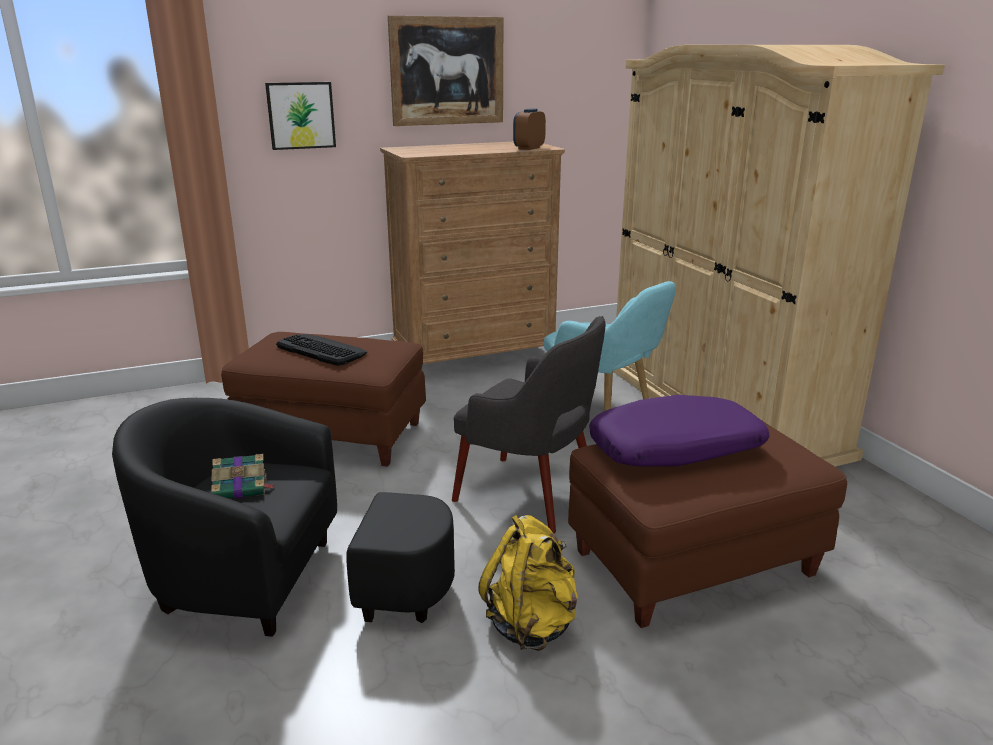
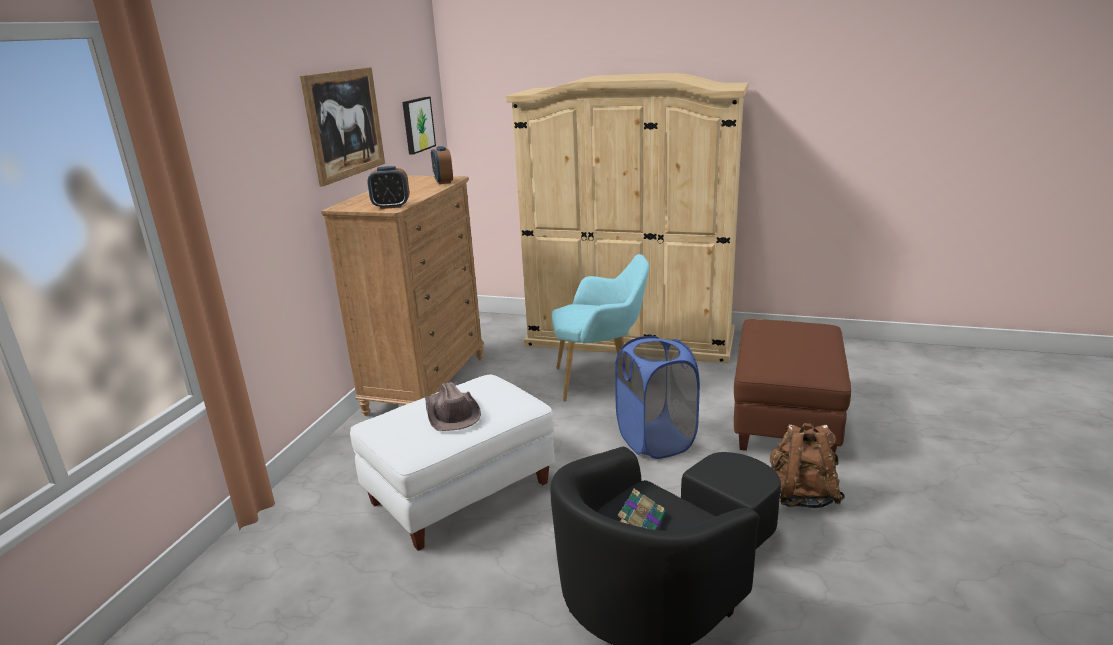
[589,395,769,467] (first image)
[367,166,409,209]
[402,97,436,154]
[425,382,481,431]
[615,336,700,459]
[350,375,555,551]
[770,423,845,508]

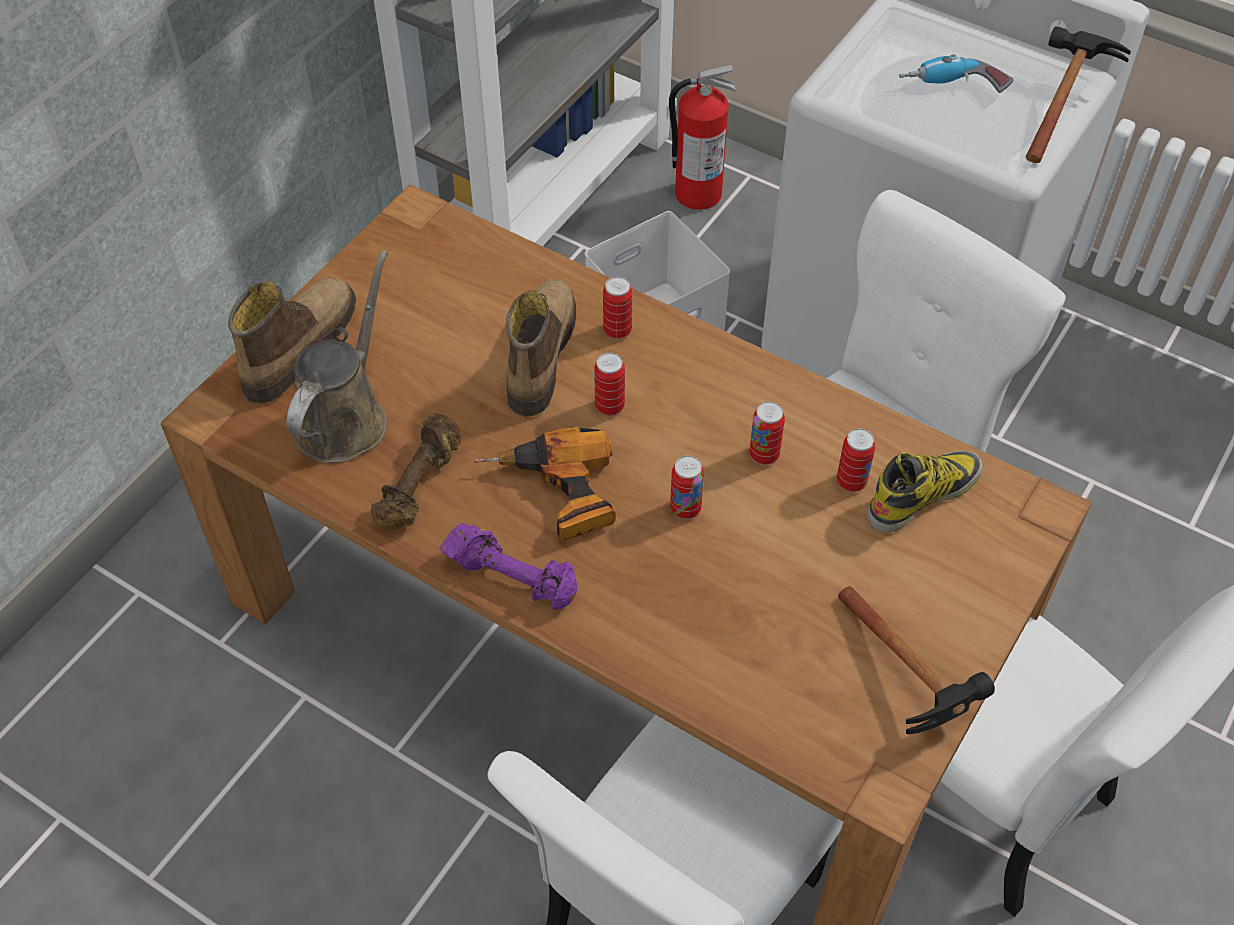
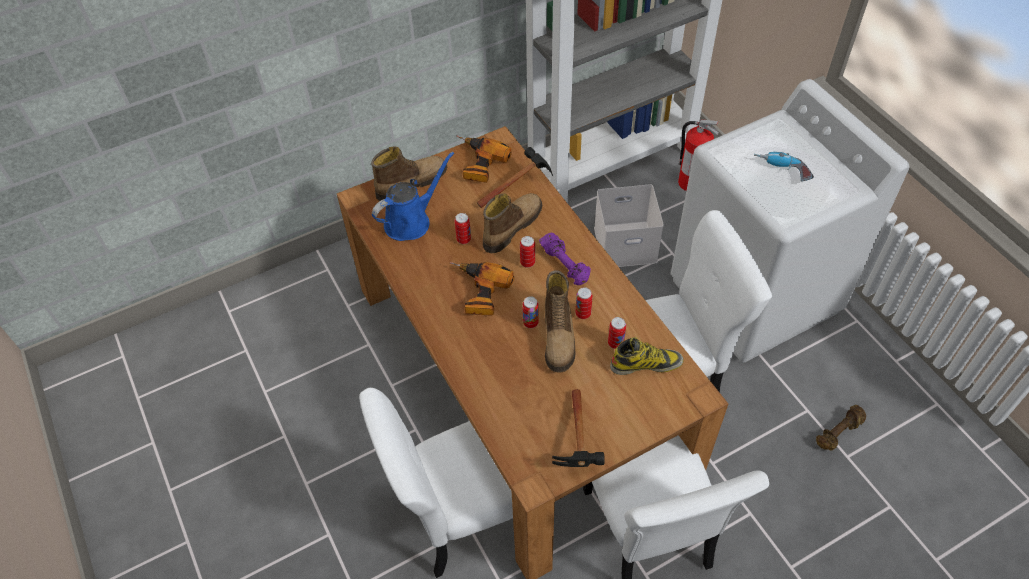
[457,136,511,183]
[545,270,575,373]
[816,405,866,451]
[539,233,591,285]
[455,213,471,244]
[477,147,553,208]
[372,151,454,241]

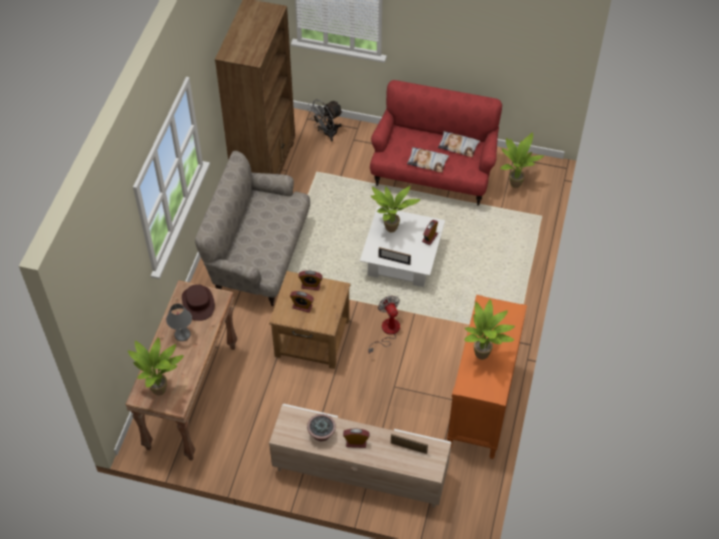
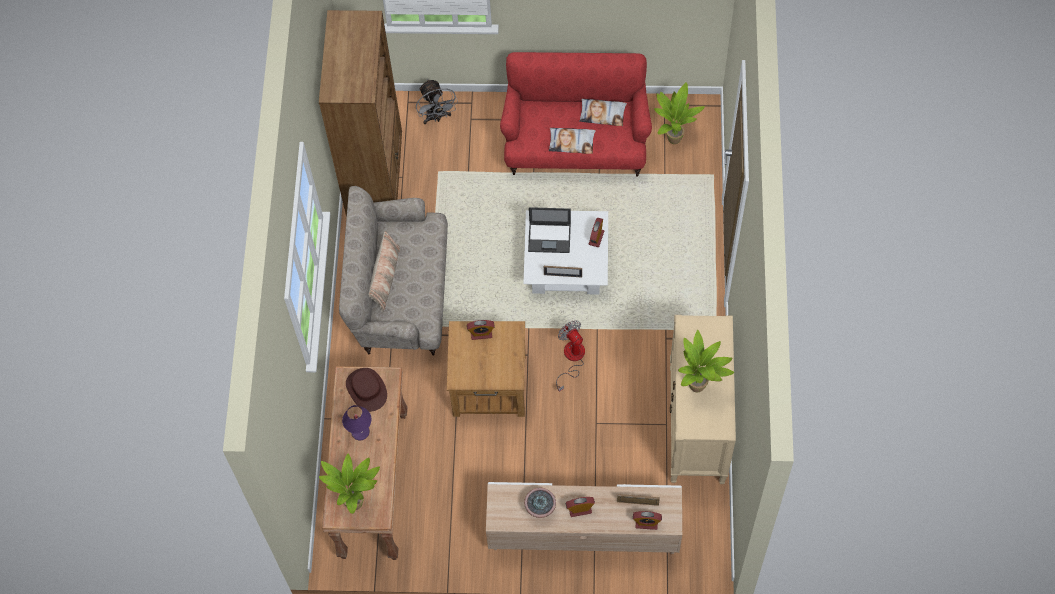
[368,231,400,312]
[633,511,662,530]
[528,207,571,253]
[342,405,372,440]
[670,315,736,484]
[416,79,458,124]

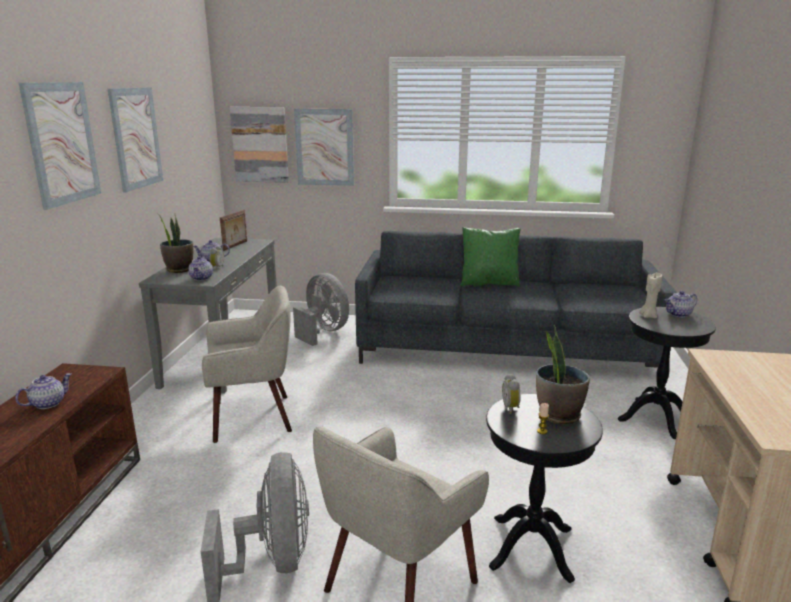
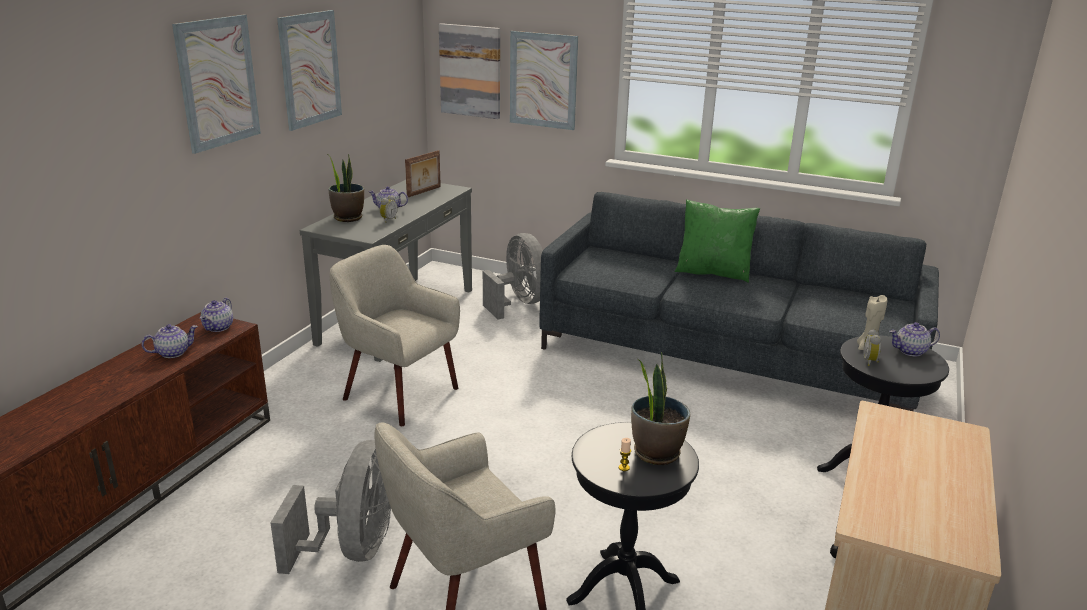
[200,298,233,332]
[863,329,881,366]
[330,245,460,426]

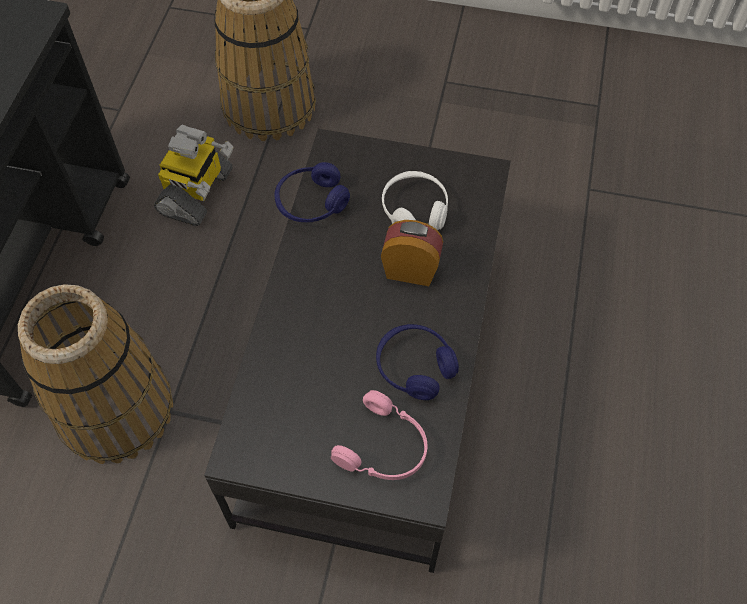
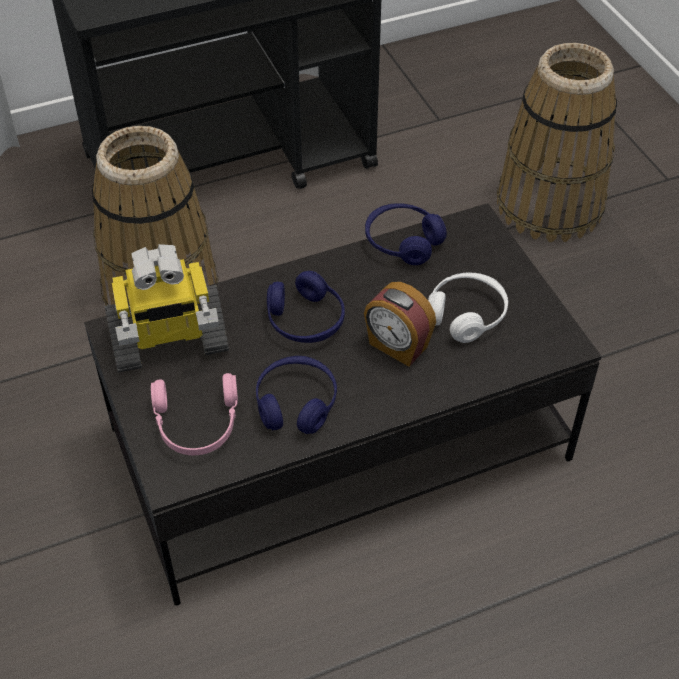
[267,271,345,343]
[105,244,229,372]
[364,282,436,366]

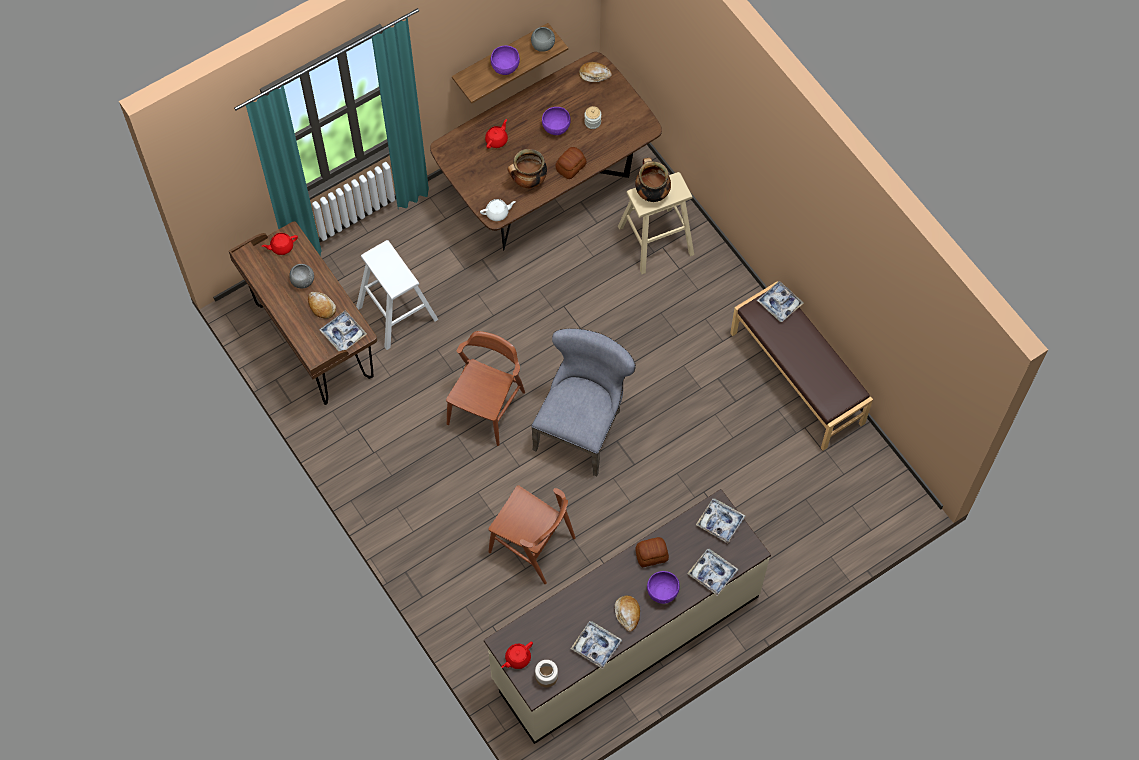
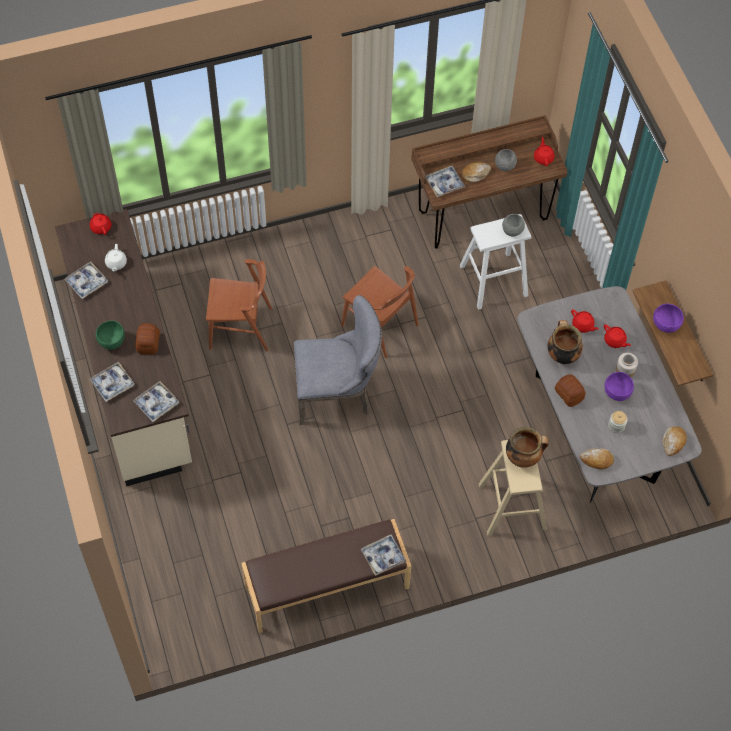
[571,309,599,333]
[105,244,127,272]
[502,214,525,237]
[616,353,638,377]
[579,448,614,470]
[517,286,702,503]
[96,320,125,350]
[206,259,272,351]
[294,295,382,425]

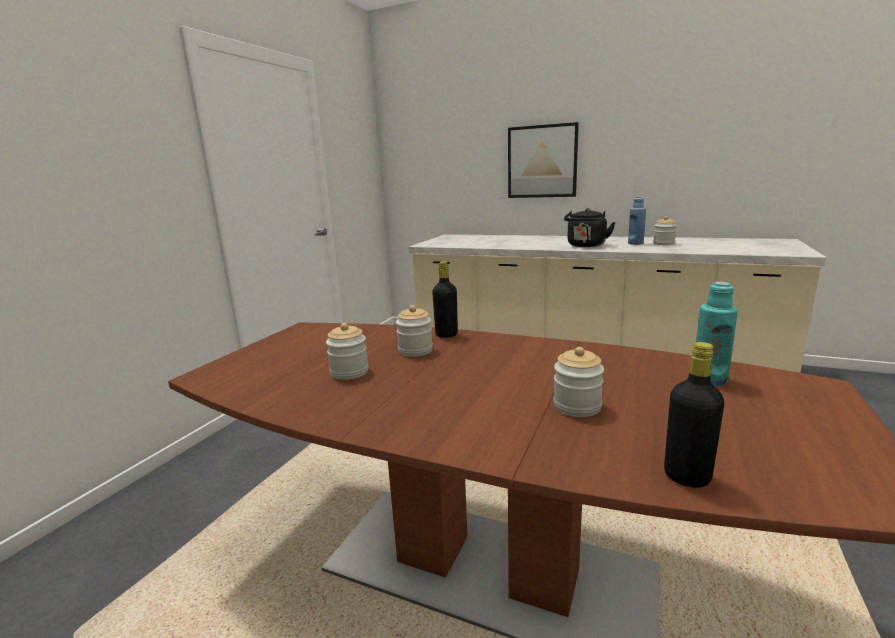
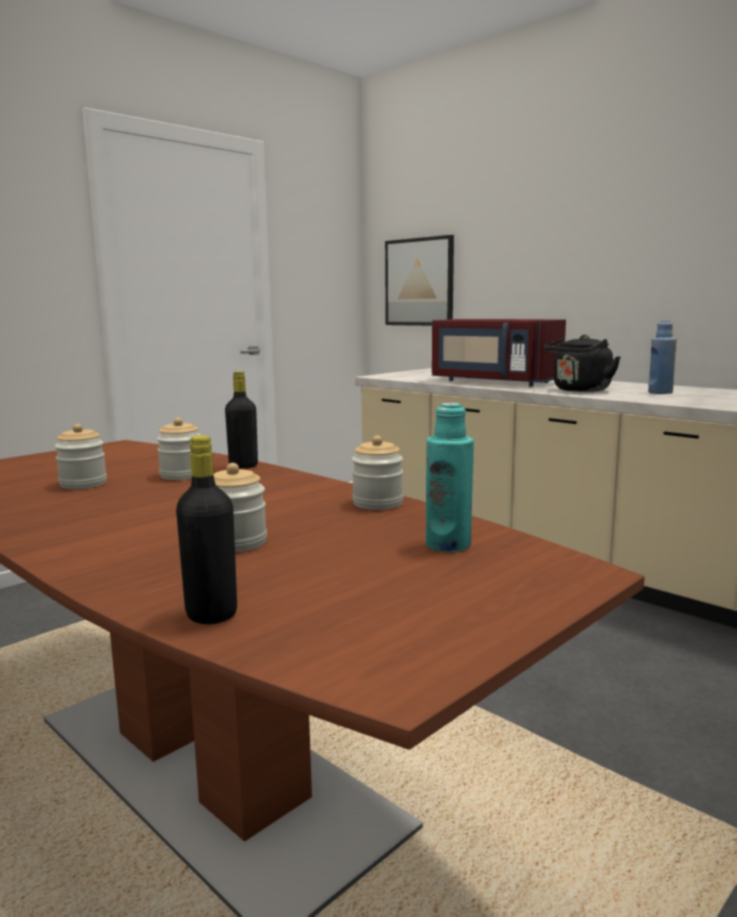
[432,319,566,386]
[385,235,454,326]
[352,436,403,510]

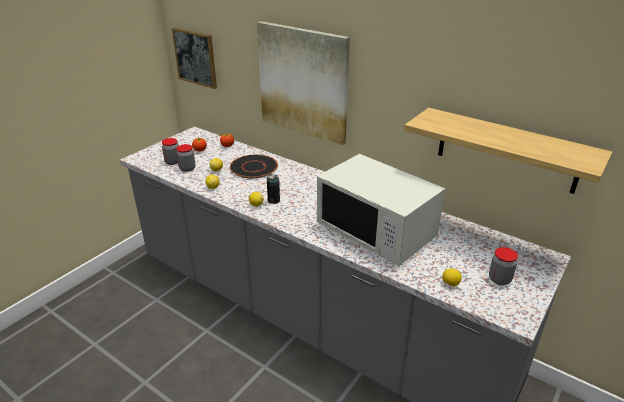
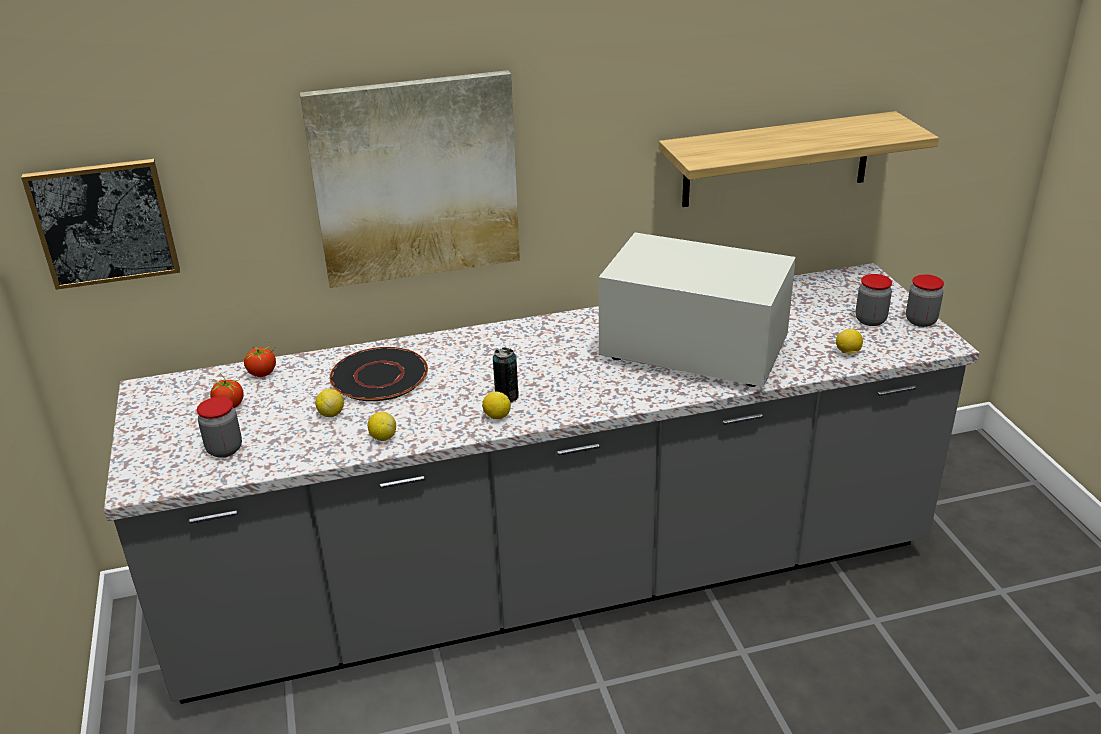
[906,274,944,327]
[599,232,796,387]

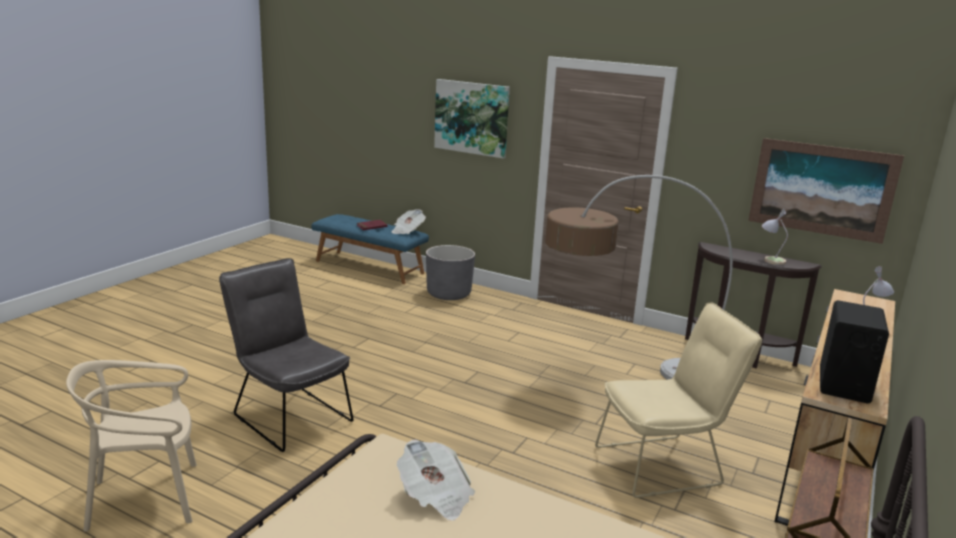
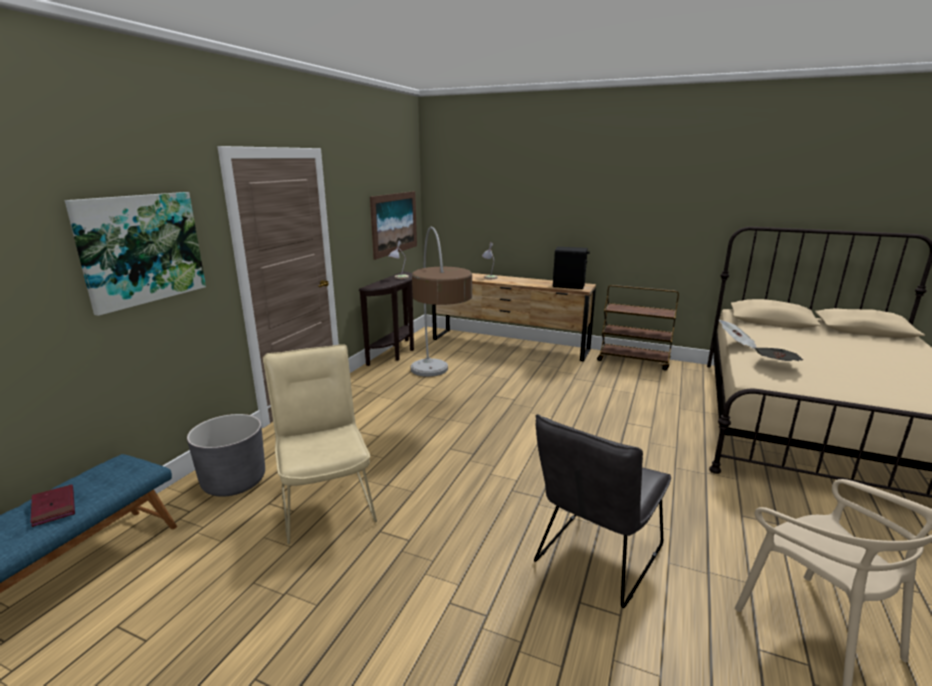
[719,320,757,349]
[263,344,377,544]

